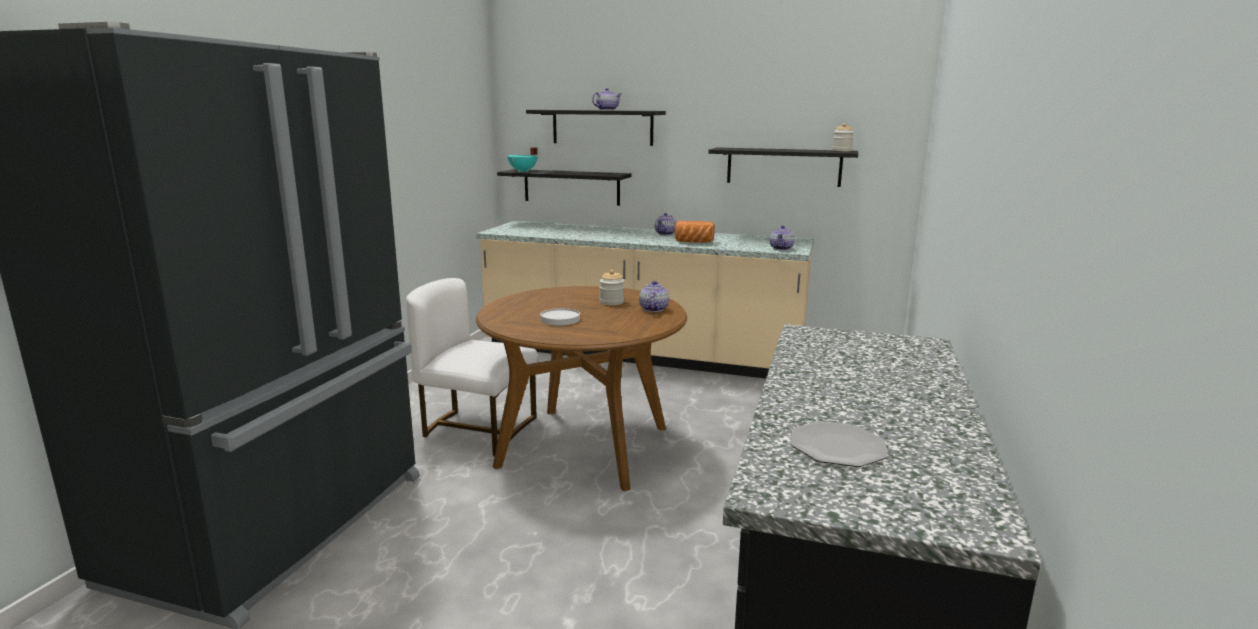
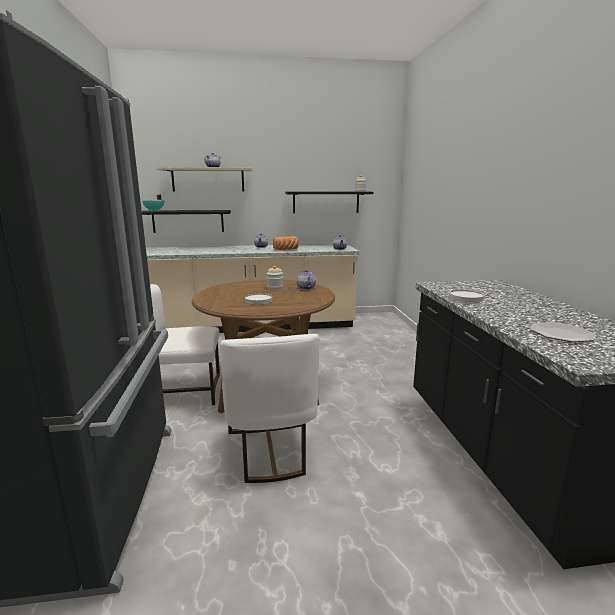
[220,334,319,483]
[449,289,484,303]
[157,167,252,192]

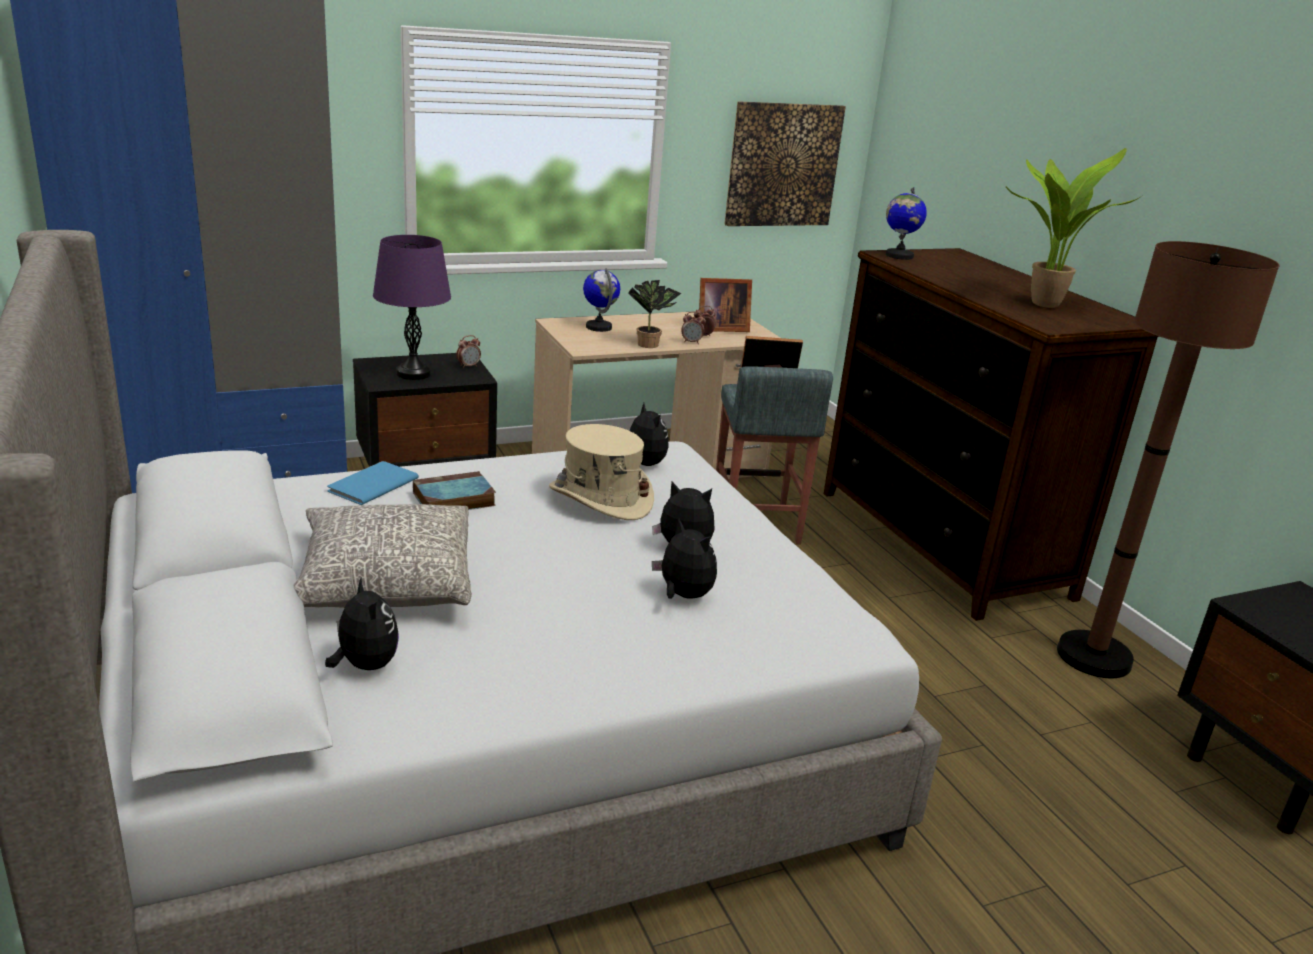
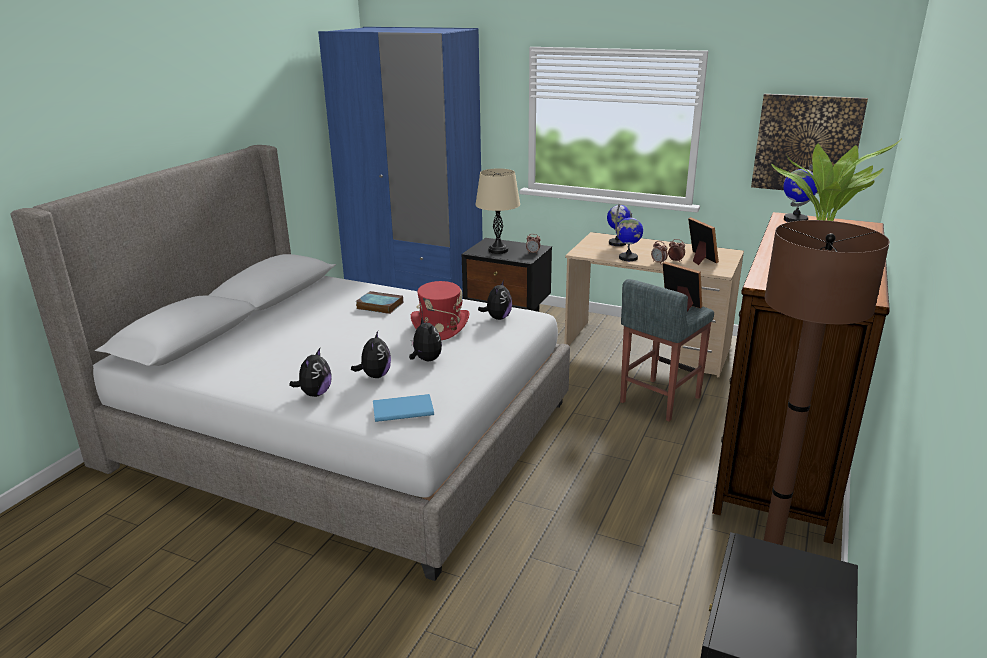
[294,504,472,608] (first image)
[289,348,332,397]
[373,394,434,422]
[616,213,643,261]
[475,168,520,254]
[411,281,470,340]
[688,217,719,265]

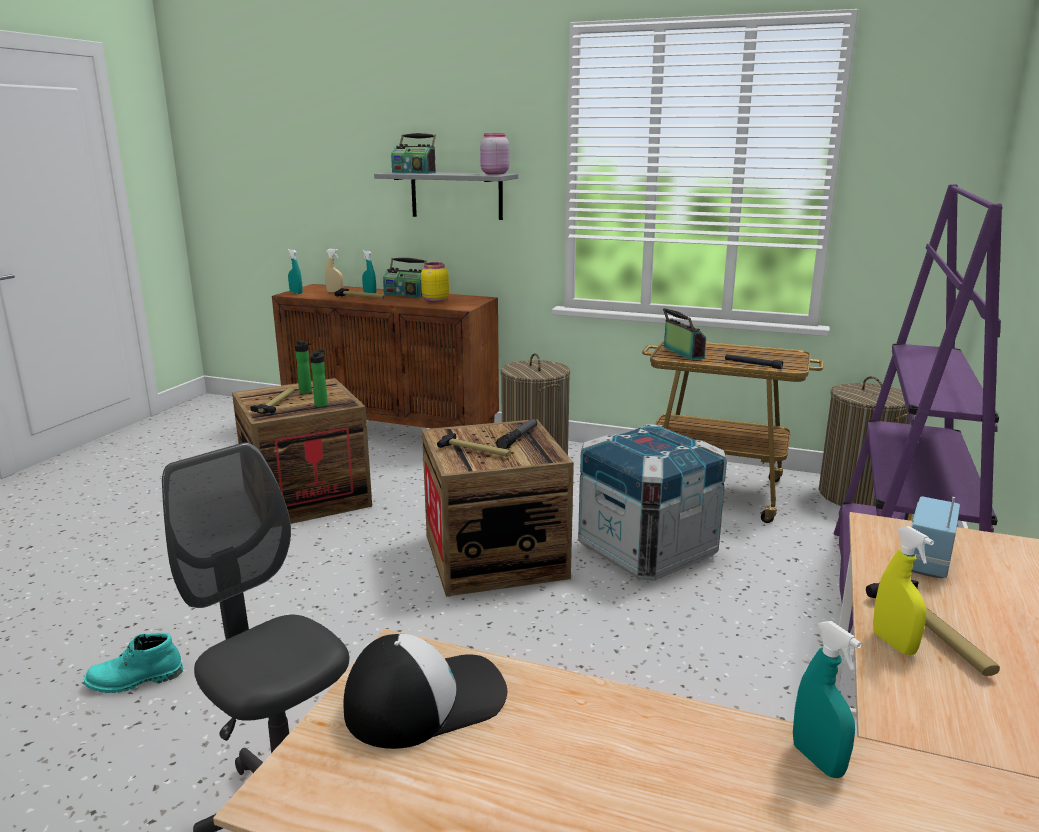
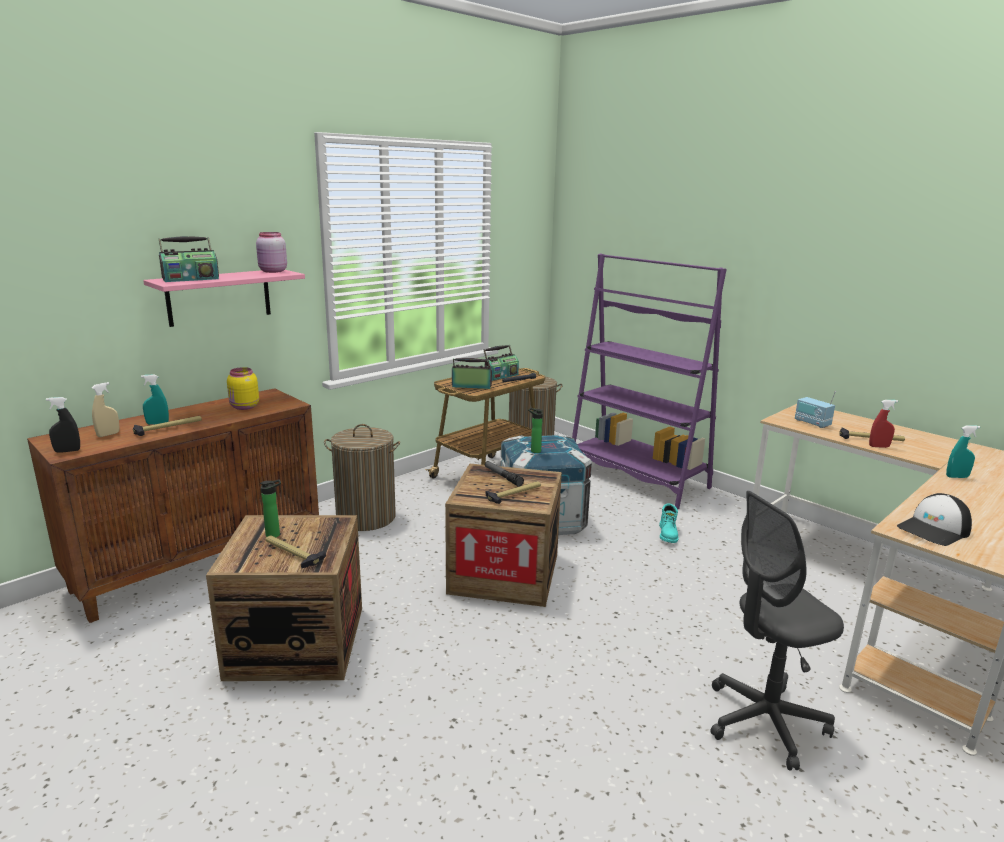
[659,503,679,543]
[528,408,543,453]
[484,345,519,381]
[46,397,80,453]
[143,270,305,327]
[869,400,898,448]
[897,493,972,546]

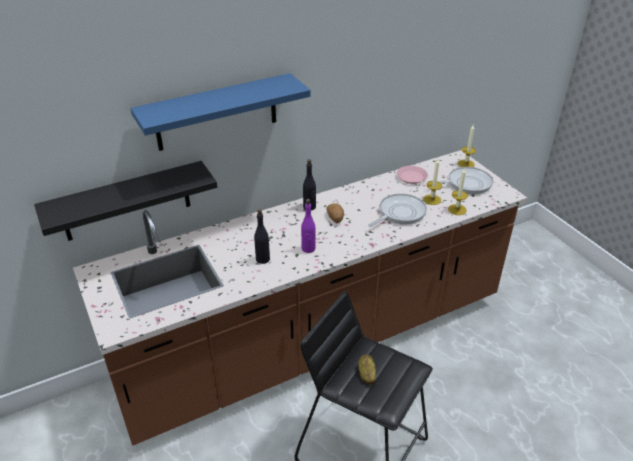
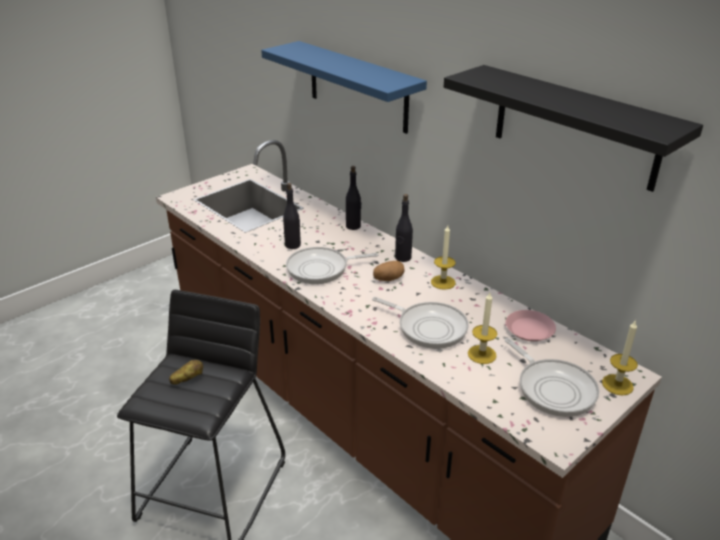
[346,166,361,230]
[444,65,703,192]
[431,225,456,290]
[286,247,378,284]

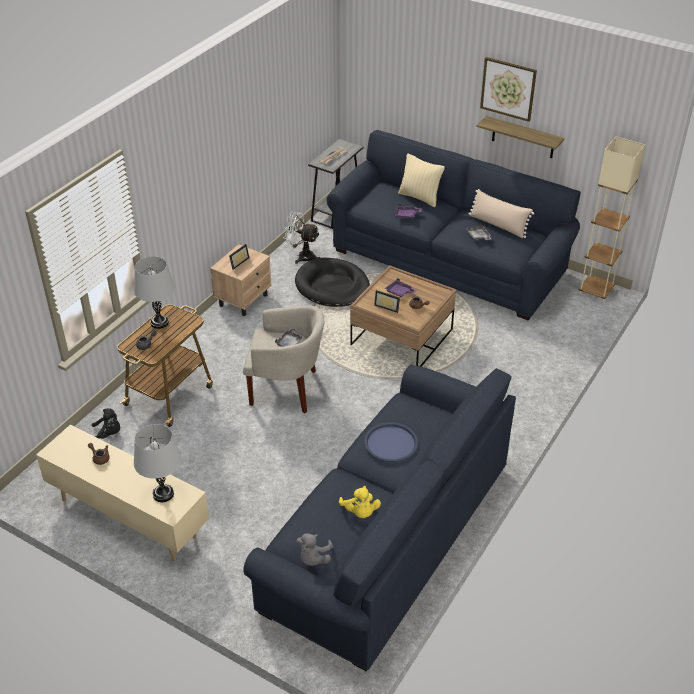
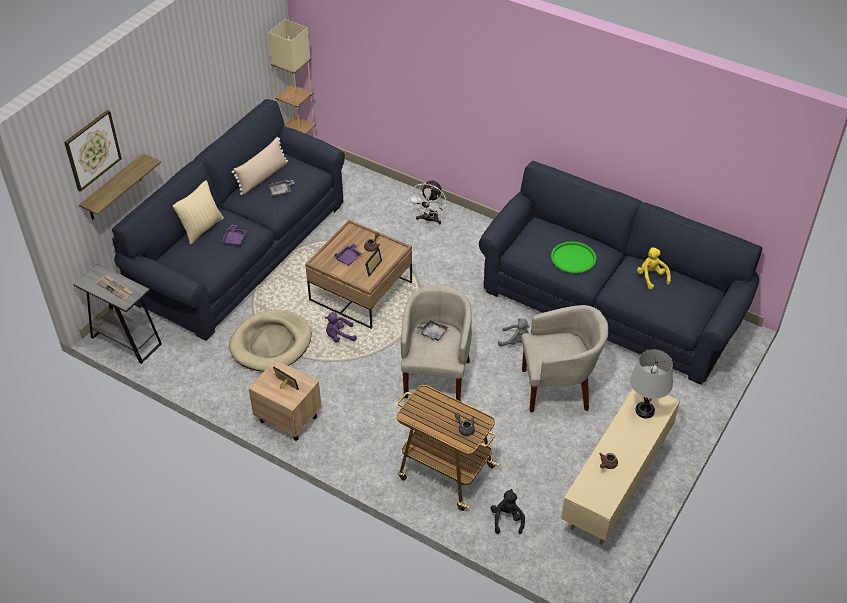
[134,256,175,329] (first image)
[325,312,357,342]
[521,305,608,412]
[408,180,446,224]
[498,318,530,346]
[79,153,161,220]
[64,110,122,192]
[229,309,311,372]
[551,241,596,274]
[637,247,671,289]

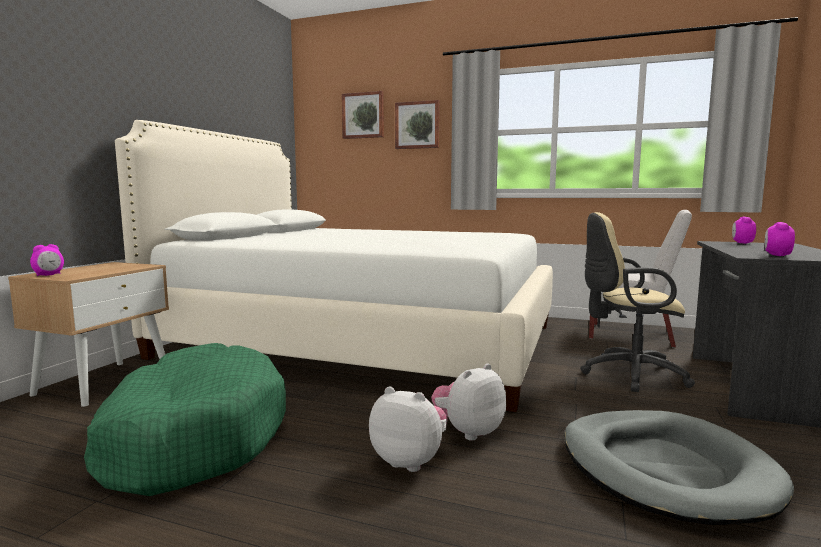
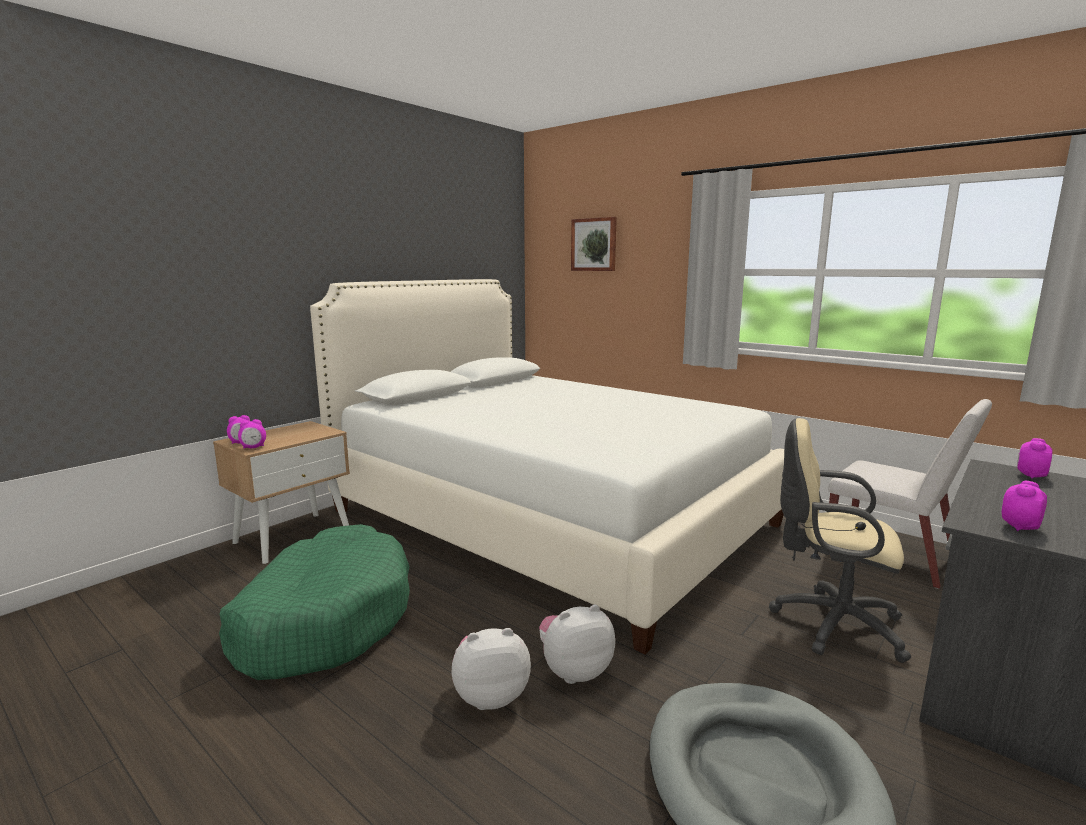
[395,100,440,149] (first image)
[238,419,266,448]
[451,628,531,710]

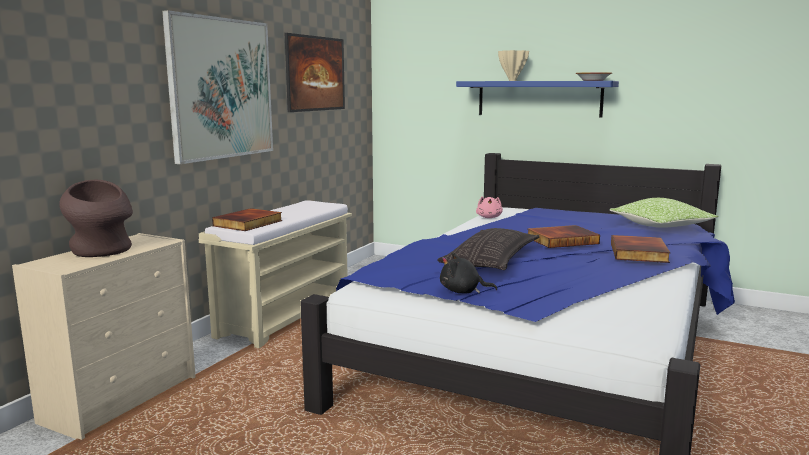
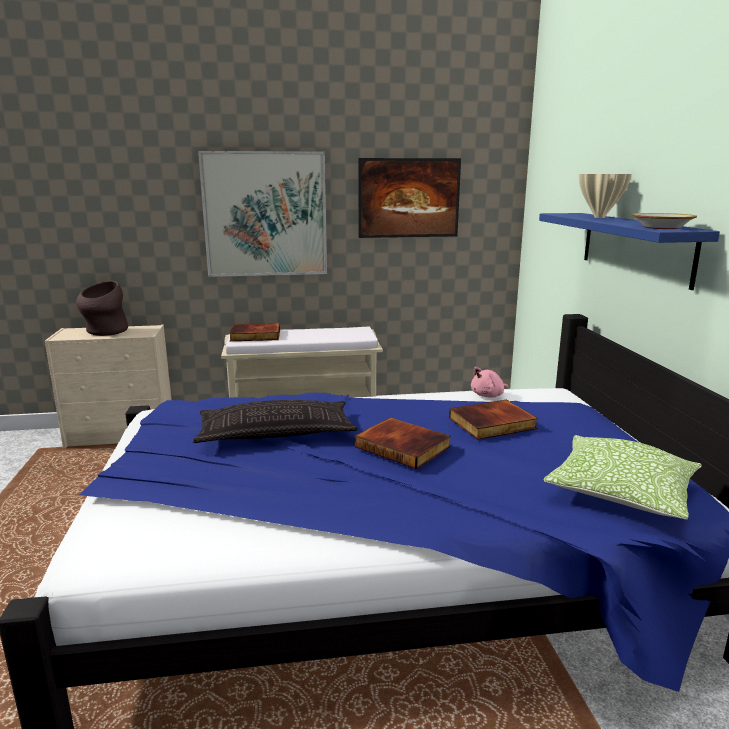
[440,252,497,294] (first image)
[449,400,538,440]

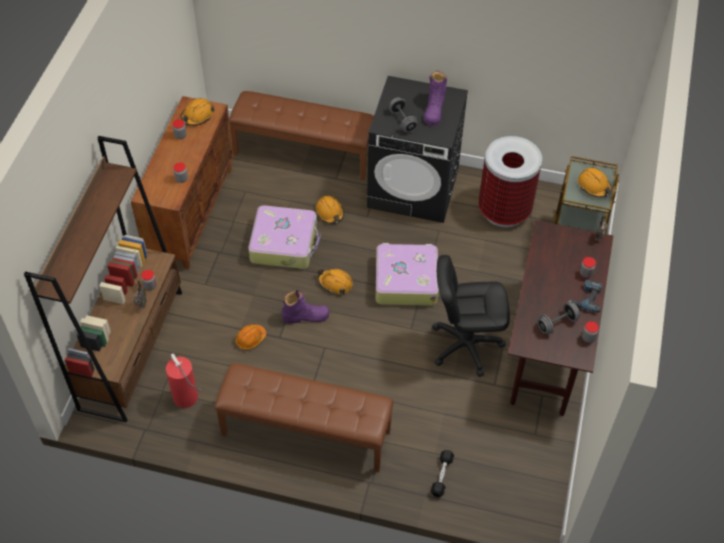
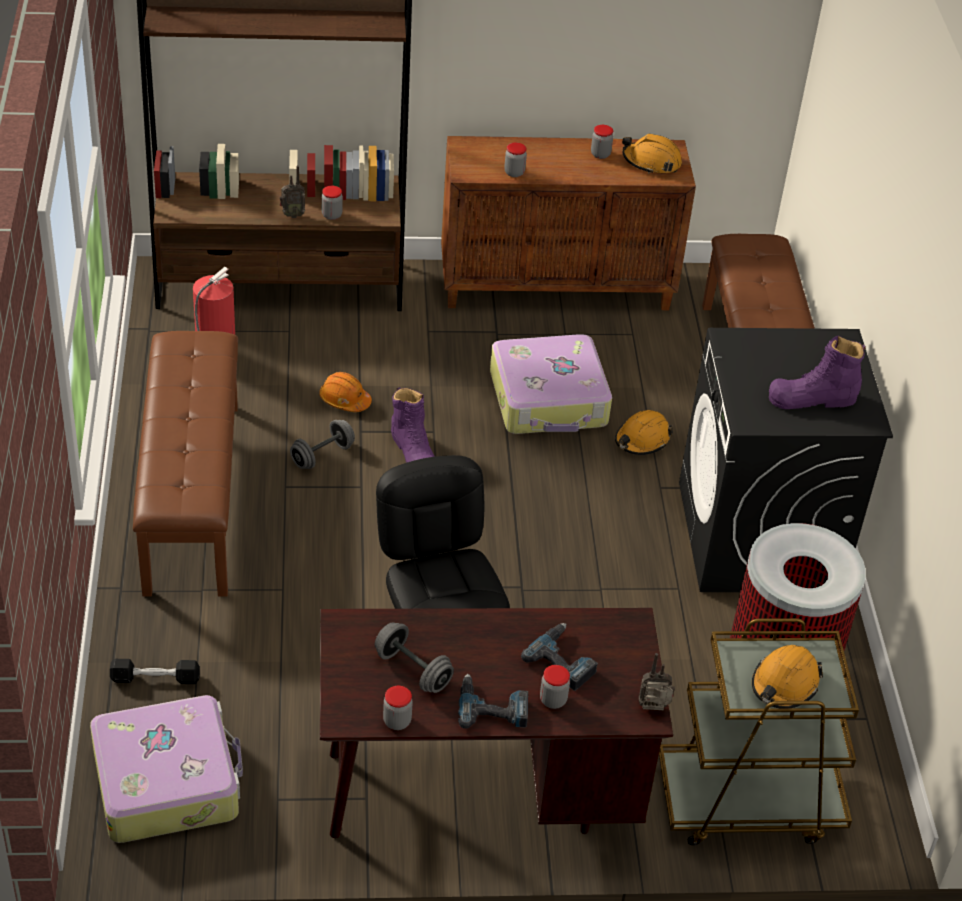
[318,269,353,294] (first image)
[521,623,598,691]
[90,695,243,843]
[290,420,355,469]

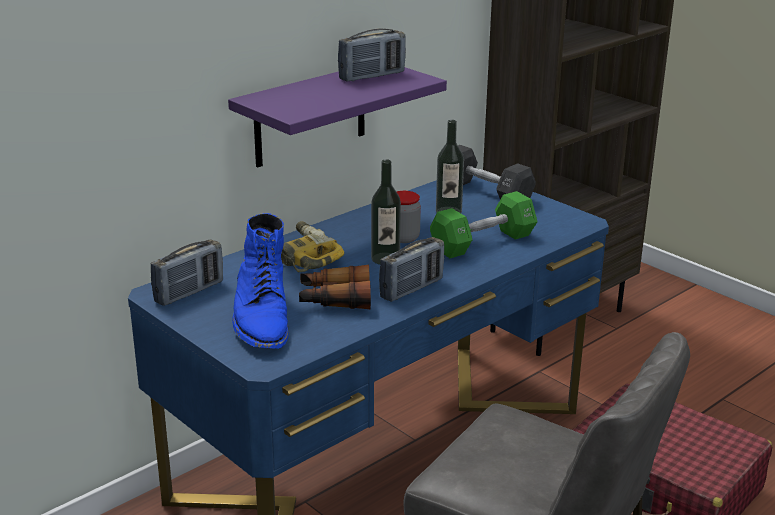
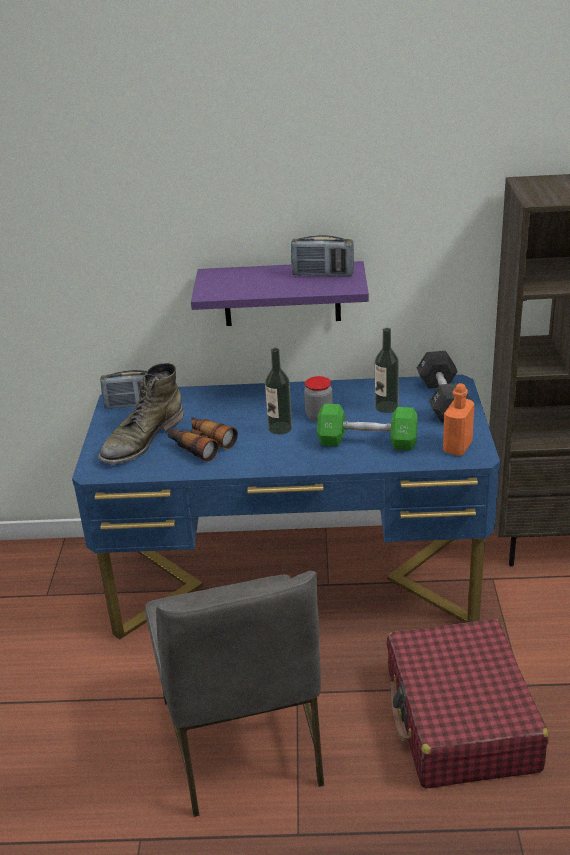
[281,221,344,272] (first image)
[379,237,444,302] (first image)
[443,383,475,456]
[98,363,184,465]

